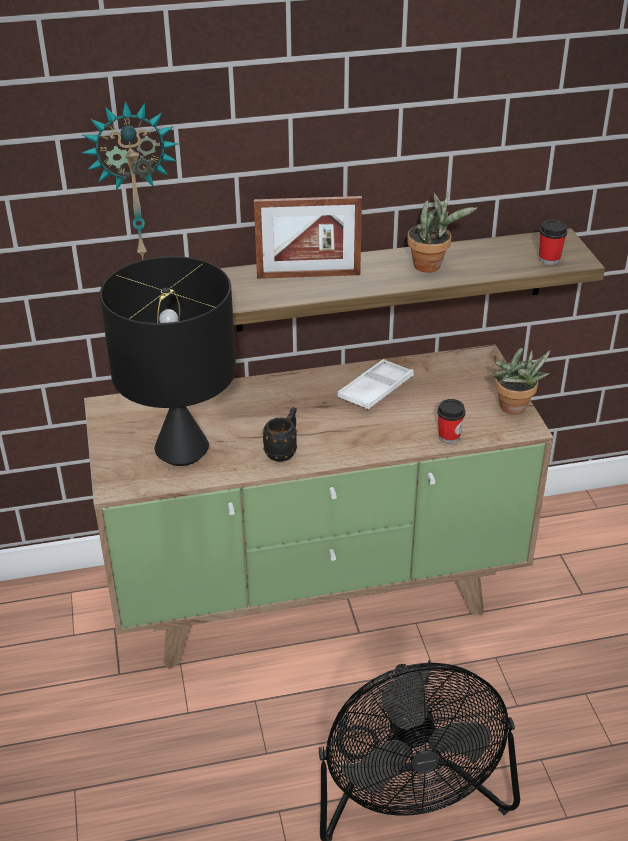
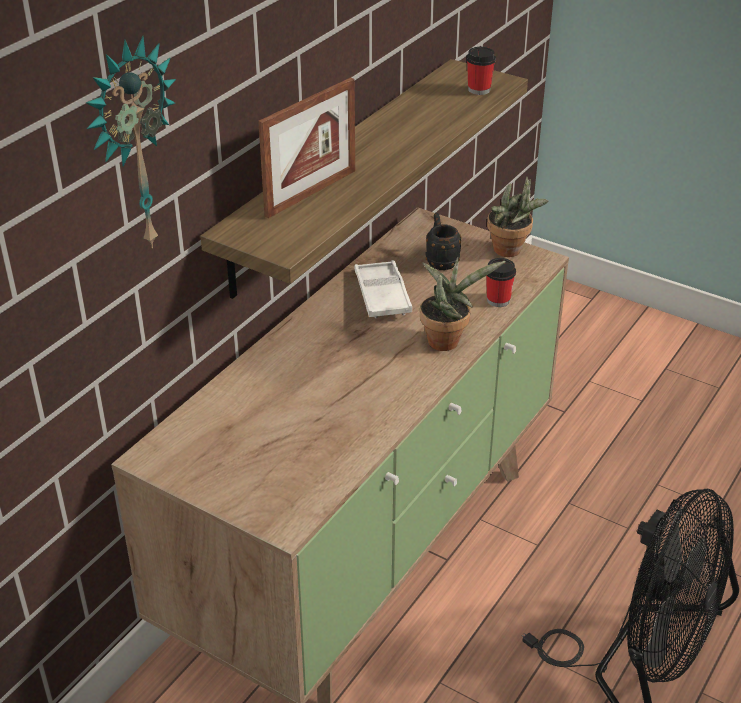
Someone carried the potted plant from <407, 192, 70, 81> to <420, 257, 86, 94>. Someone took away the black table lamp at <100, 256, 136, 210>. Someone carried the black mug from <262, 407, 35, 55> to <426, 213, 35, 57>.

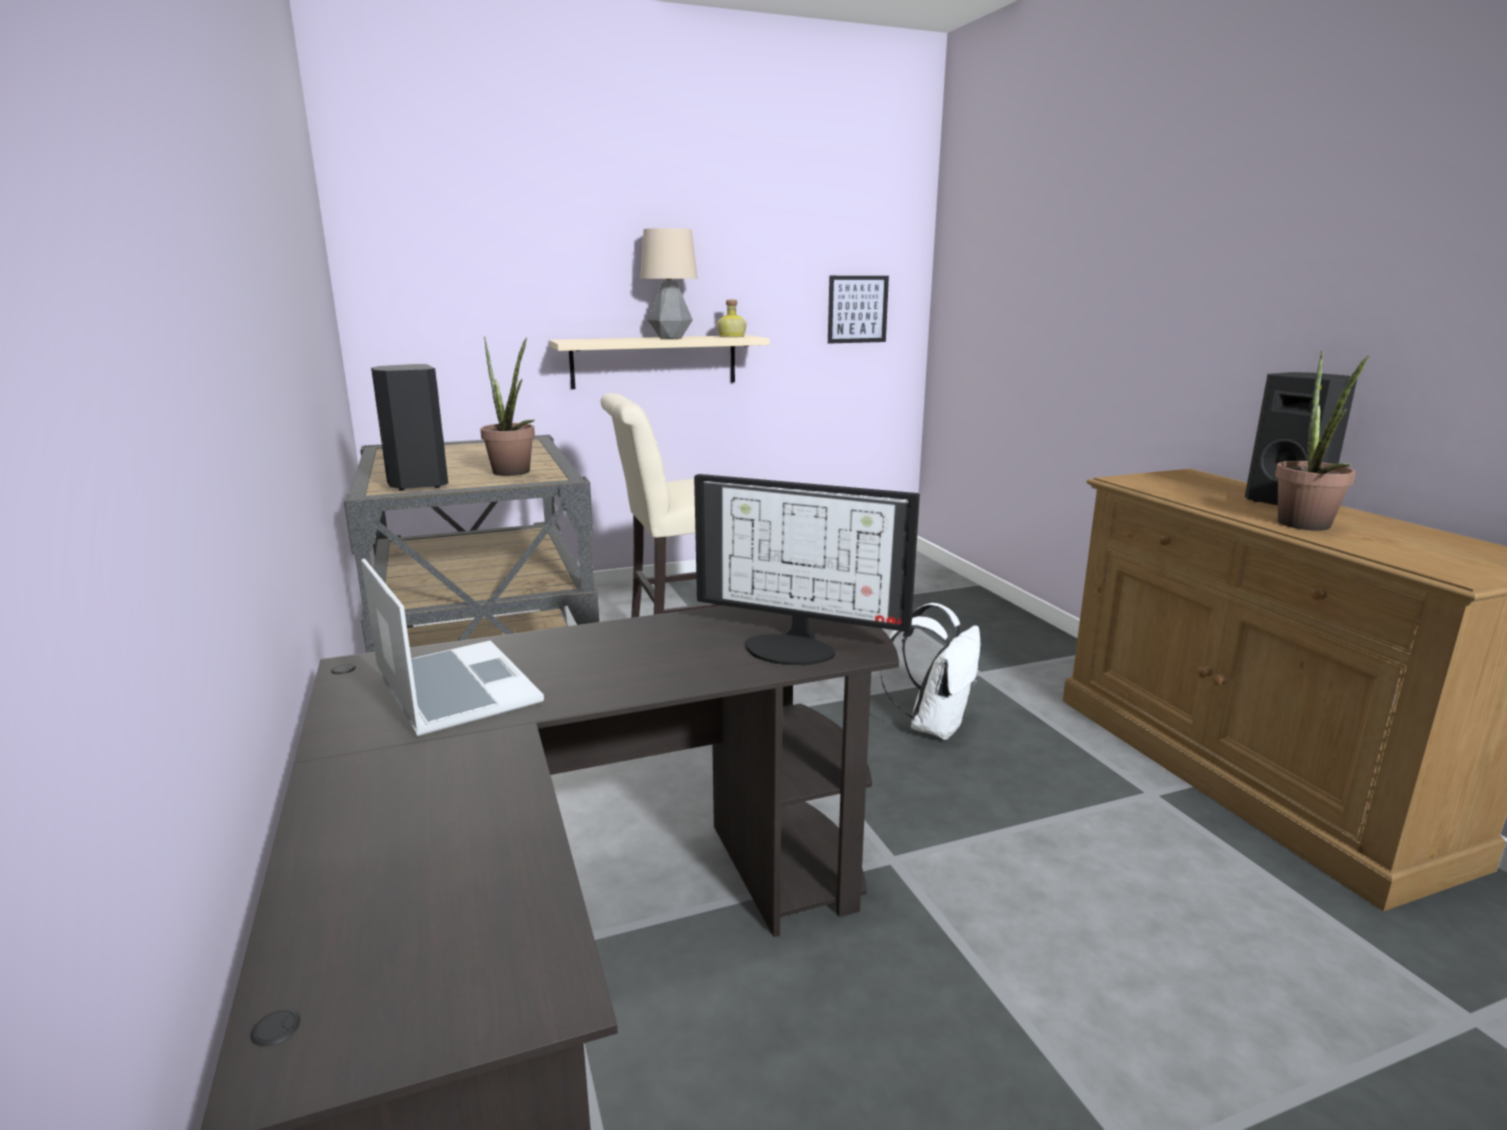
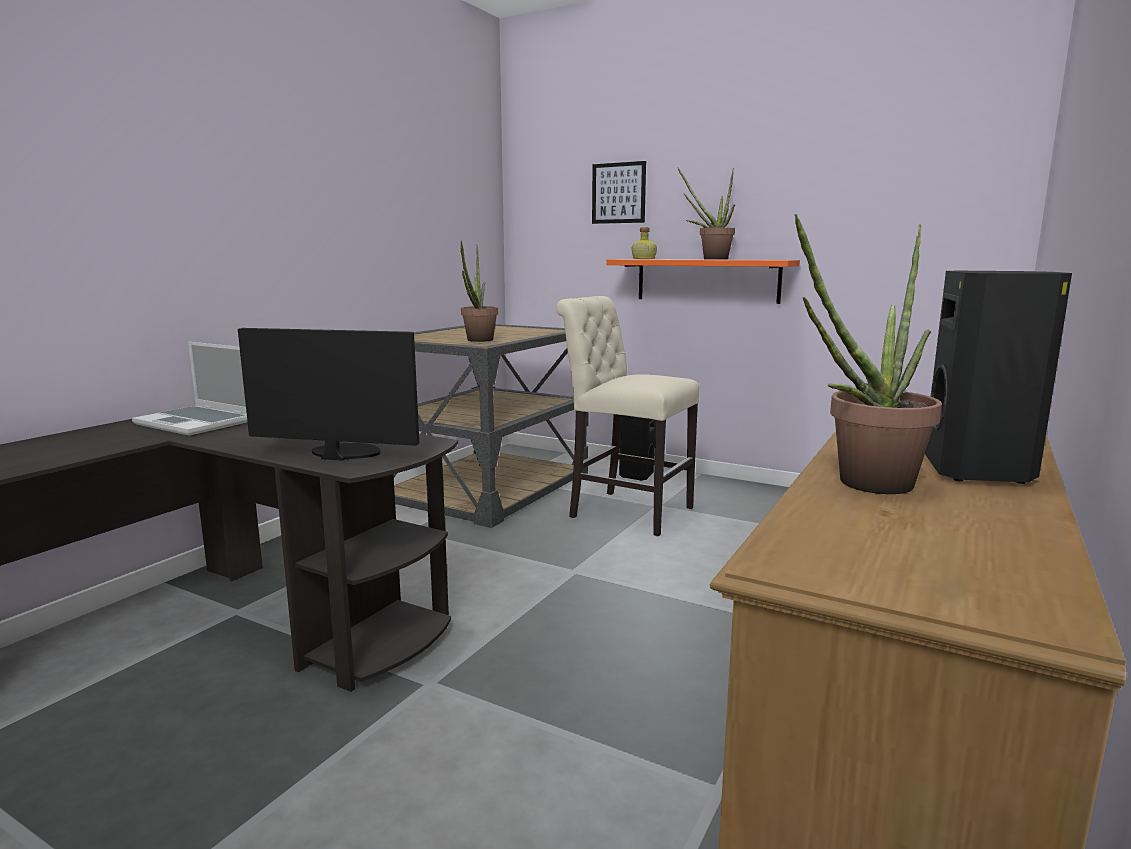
Someone swapped the table lamp at <640, 228, 58, 111> for the potted plant at <677, 167, 58, 93>. Someone carried the picture from <828, 276, 61, 68> to <592, 161, 54, 63>. Someone carried the bottle from <717, 300, 29, 37> to <632, 227, 25, 32>. Someone repainted the beige shelf at <549, 335, 221, 54>, which became the orange shelf at <606, 259, 194, 45>. Someone carried the black speaker from <371, 364, 77, 126> to <619, 415, 36, 66>. Someone rotated the monitor at <694, 474, 226, 192> by 120 degrees clockwise. Someone rotated the laptop at <361, 559, 183, 178> by 105 degrees clockwise. Someone took away the white backpack at <880, 603, 100, 137>.

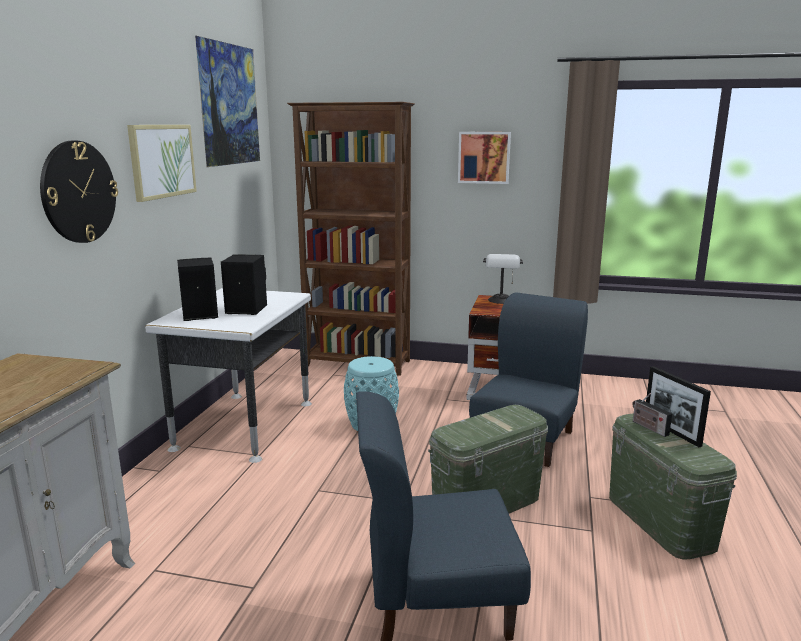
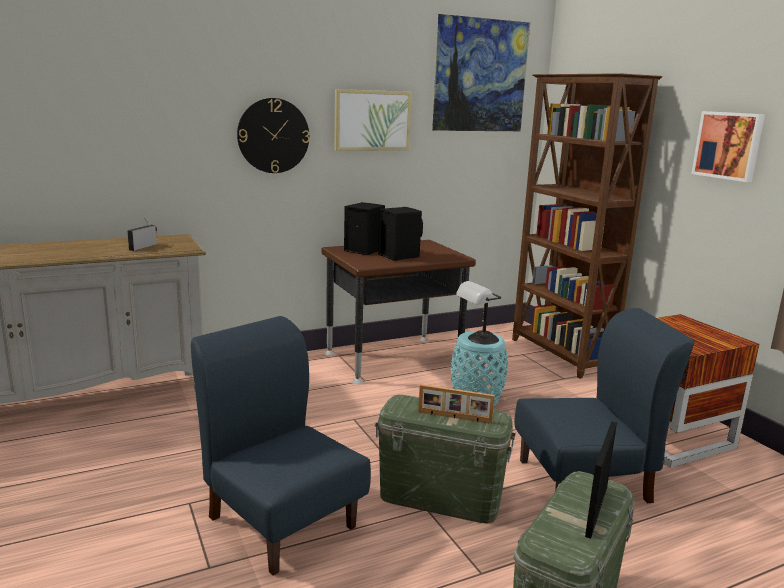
Someone carried the table lamp from <483, 254, 40, 50> to <456, 281, 45, 63>. Someone repainted the white desk at <145, 288, 167, 175>, which became the brown desk at <322, 240, 154, 144>. Someone carried the radio from <632, 393, 40, 44> to <128, 216, 29, 35>. Someone put down the picture frame at <418, 384, 77, 40>.

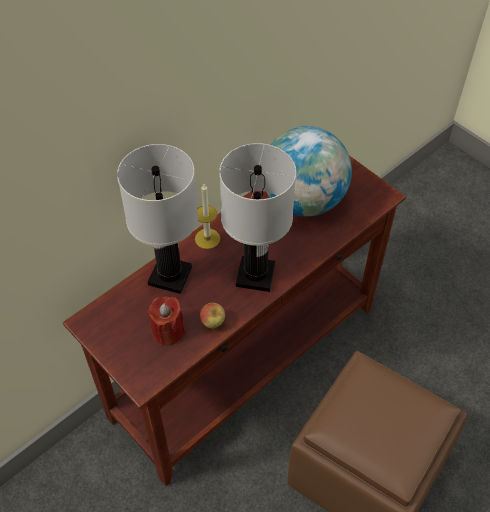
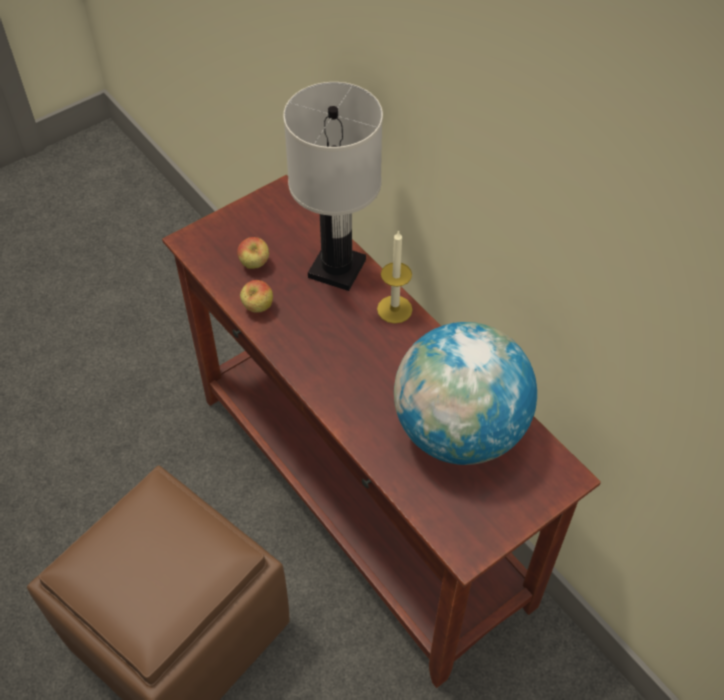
Someone took away the white table lamp at <219, 143, 77, 149>. Someone swapped the red candle at <147, 297, 39, 49> for the apple at <237, 237, 32, 32>.

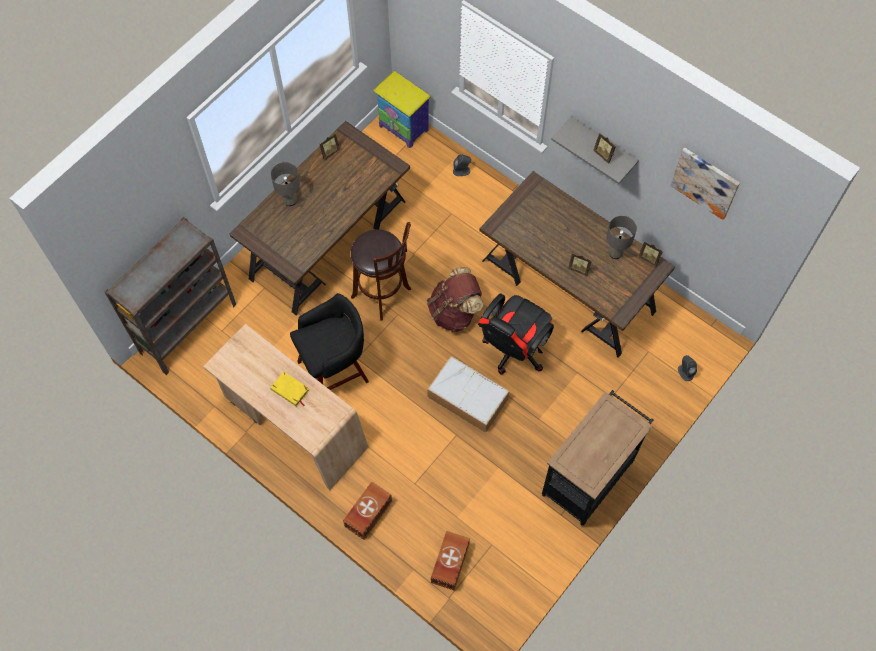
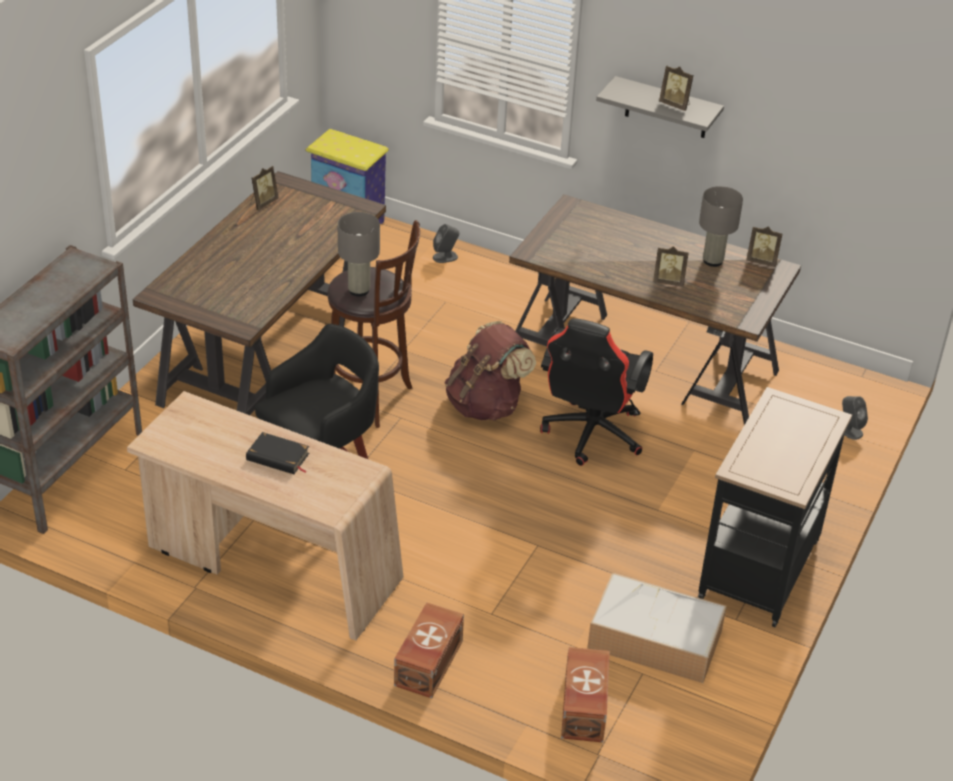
Someone took away the picture at <670, 148, 70, 72>. Someone carried the grey table lamp from <271, 162, 29, 44> to <338, 212, 42, 84>. Someone carried the storage box from <427, 356, 83, 77> to <587, 573, 140, 110>. Someone repainted the yellow book at <270, 371, 40, 36>, which became the black book at <246, 432, 63, 42>.

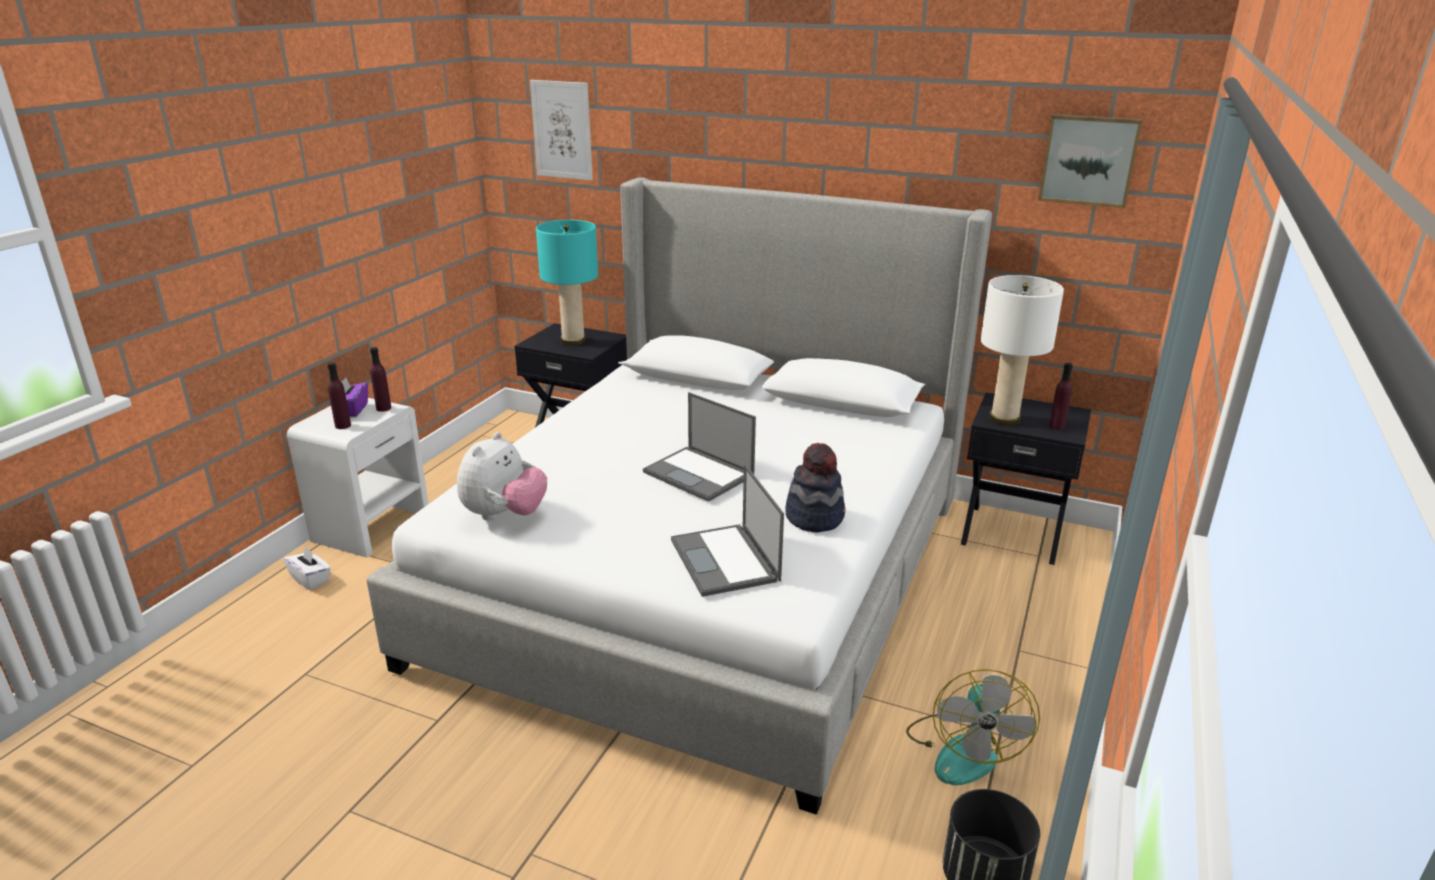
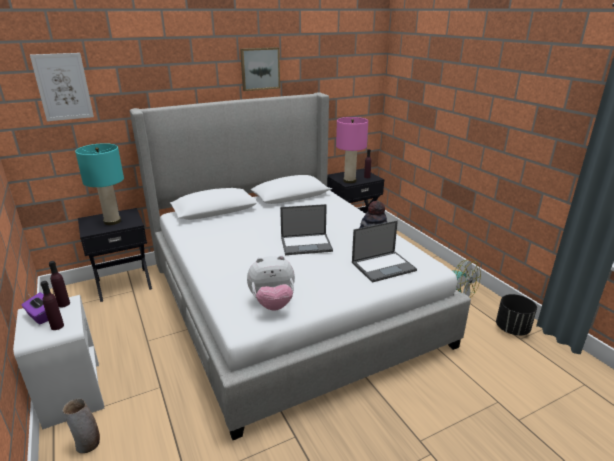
Someone carried the picture from <1038, 114, 105, 94> to <240, 47, 40, 44>. Someone repainted the white table lamp at <981, 275, 83, 151>, which became the pink table lamp at <336, 117, 32, 66>. Someone rotated the plush toy at <457, 432, 90, 89> by 105 degrees clockwise. Someone rotated the laptop at <671, 464, 113, 133> by 45 degrees counterclockwise. Someone swapped the white tissue box at <284, 547, 47, 43> for the vase at <63, 399, 37, 54>.

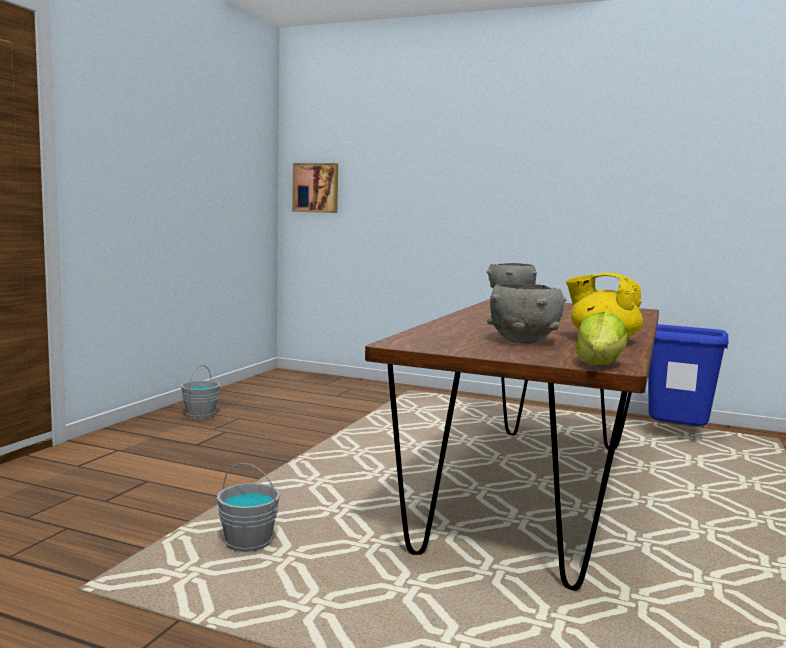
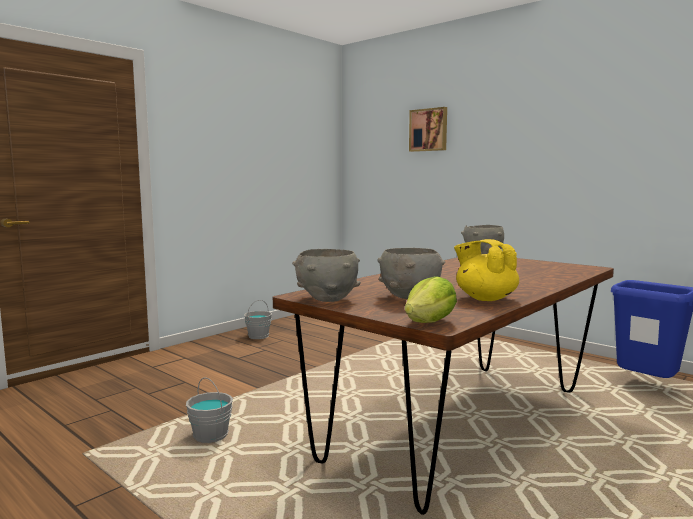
Someone carried the picture from <292, 163, 46, 50> to <409, 107, 38, 45>. Someone put down the grey bowl at <292, 249, 69, 53>.

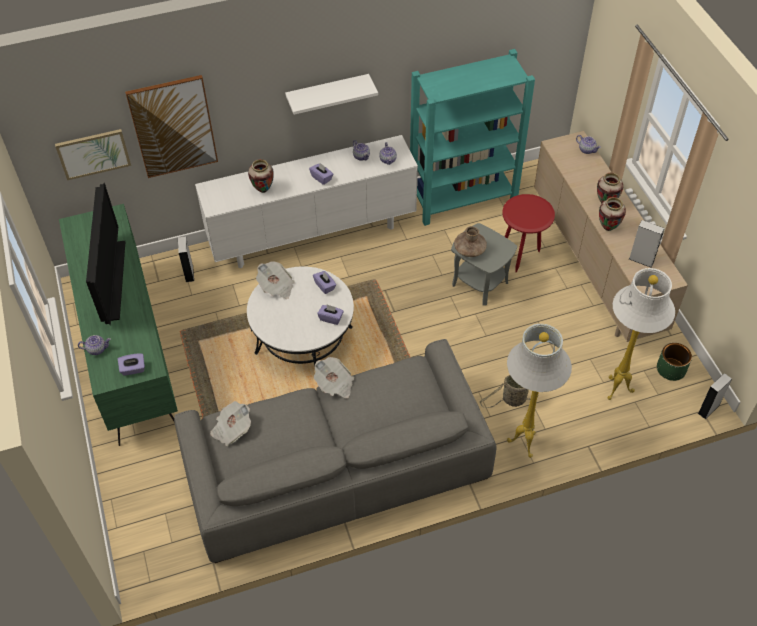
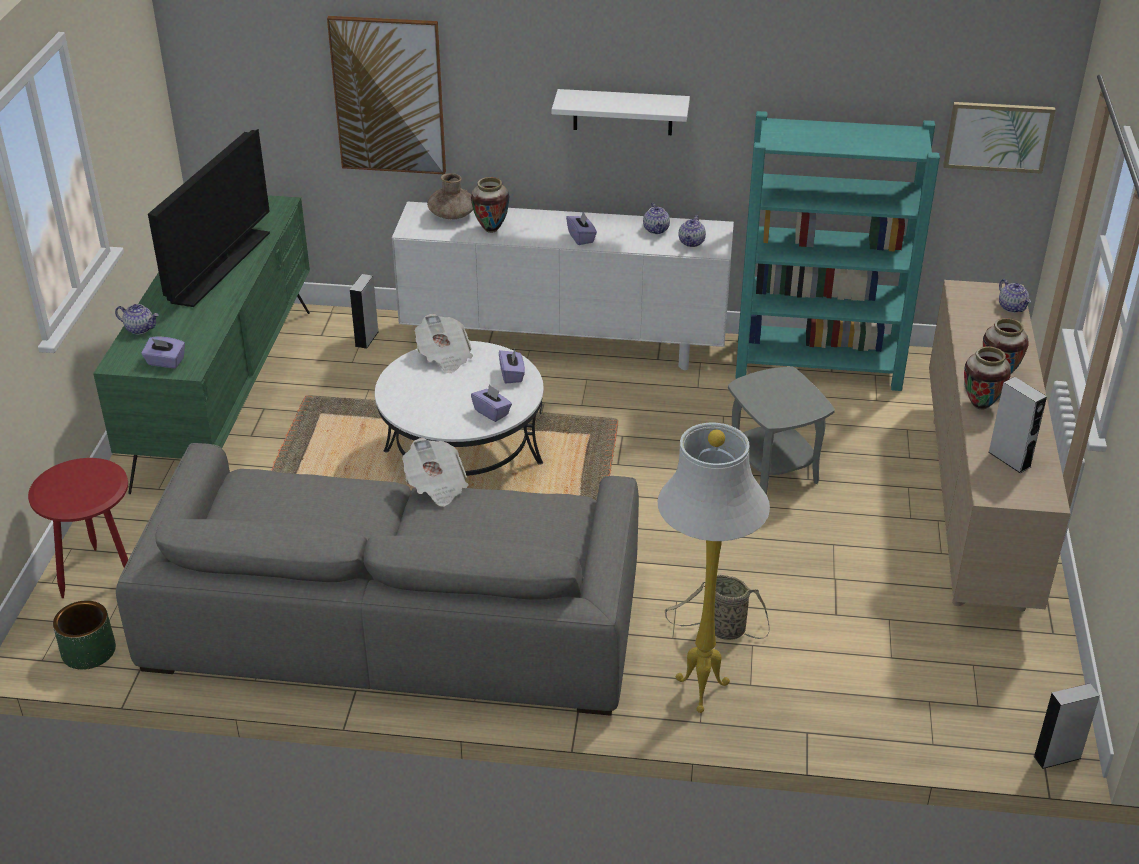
Someone carried the picture from <55, 129, 76, 51> to <943, 102, 112, 72>. Someone carried the red side table from <502, 194, 53, 79> to <28, 458, 100, 140>. Someone carried the brown vase from <454, 226, 33, 31> to <427, 173, 46, 46>. Someone took away the white floor lamp at <607, 268, 68, 132>. Someone carried the green planter from <657, 343, 35, 38> to <53, 601, 63, 69>. Someone took away the newspaper at <210, 401, 41, 45>.

